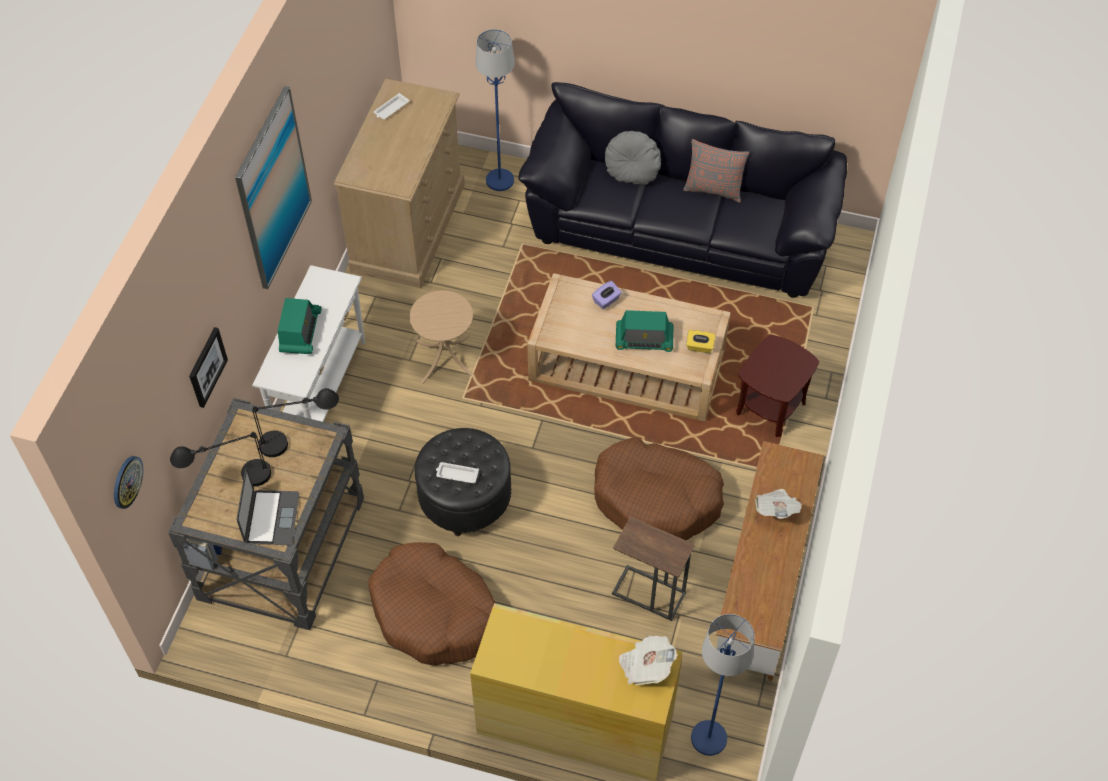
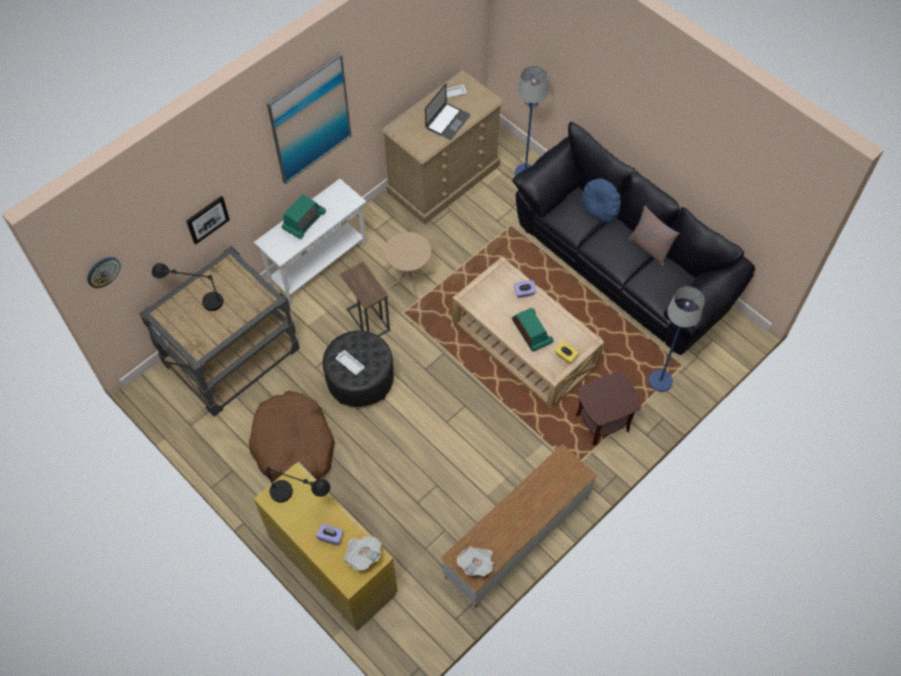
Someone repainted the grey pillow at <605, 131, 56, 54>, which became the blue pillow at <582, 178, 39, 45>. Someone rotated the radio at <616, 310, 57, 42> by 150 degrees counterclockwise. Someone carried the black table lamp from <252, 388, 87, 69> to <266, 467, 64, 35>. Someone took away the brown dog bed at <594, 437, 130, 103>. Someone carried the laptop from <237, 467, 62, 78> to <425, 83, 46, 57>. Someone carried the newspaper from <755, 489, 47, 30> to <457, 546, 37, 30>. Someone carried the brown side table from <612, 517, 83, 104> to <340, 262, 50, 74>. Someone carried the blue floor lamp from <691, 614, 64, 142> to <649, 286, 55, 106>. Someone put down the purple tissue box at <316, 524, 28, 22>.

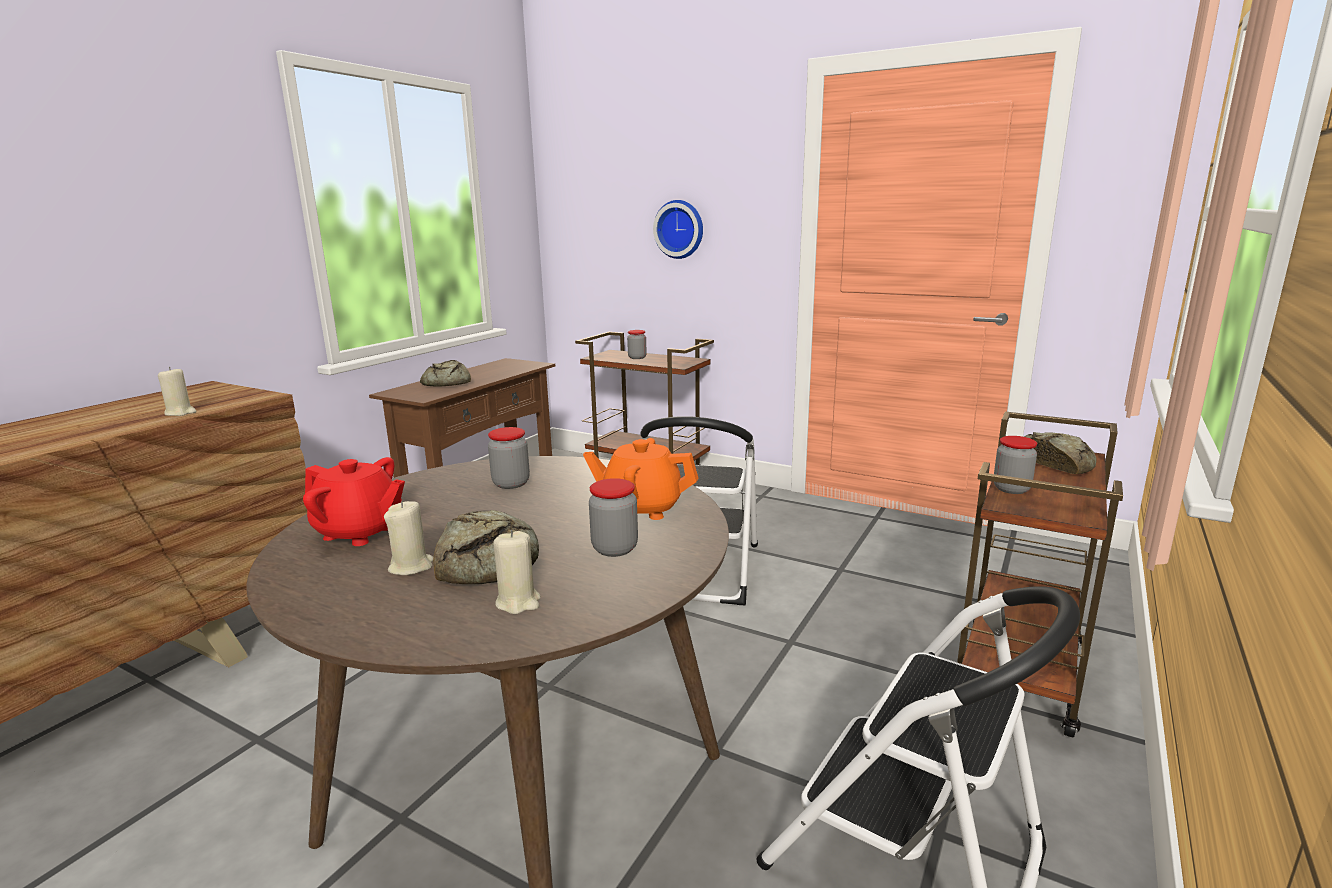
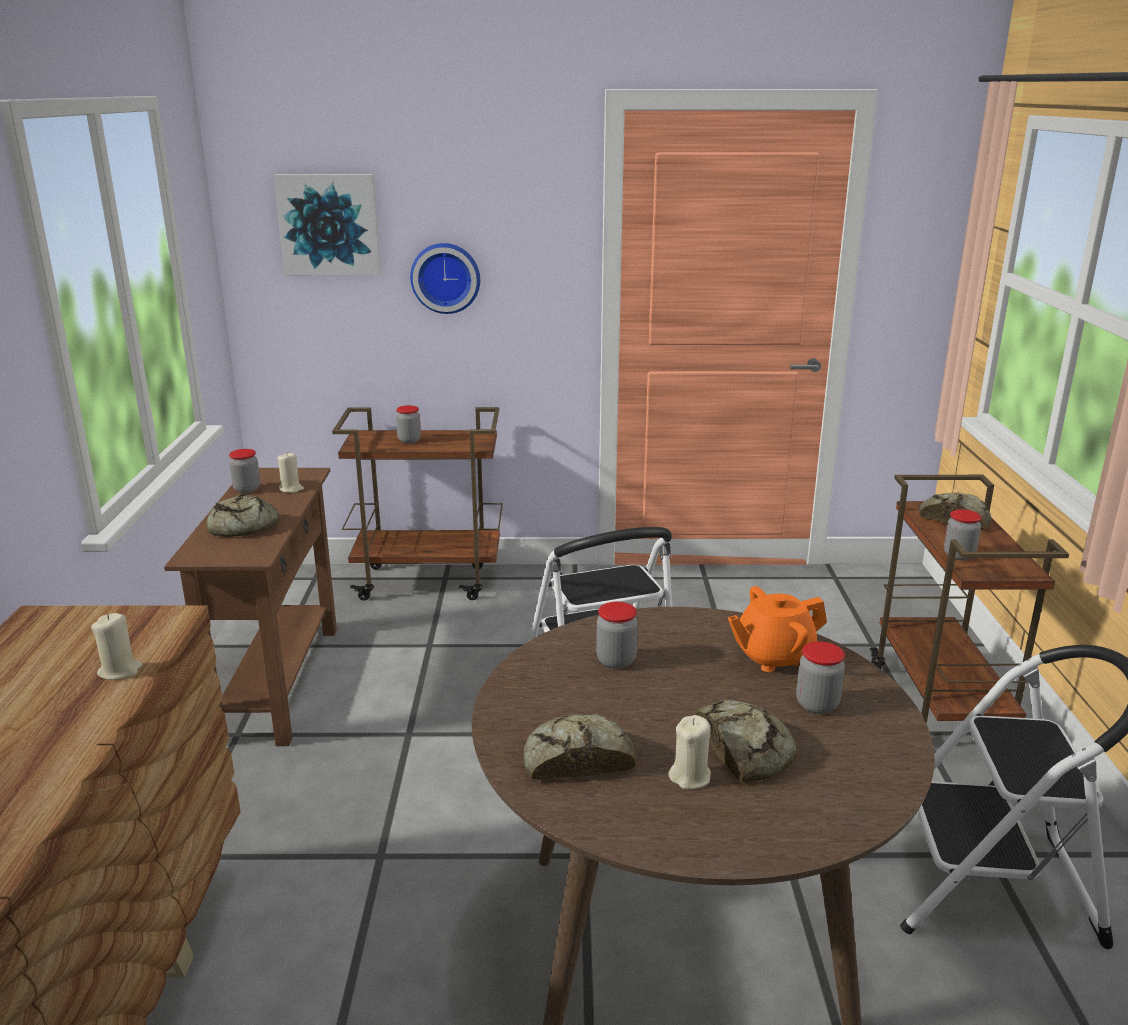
Someone swapped the red teapot at <303, 457, 102, 89> for the bread at <523, 714, 113, 66>. Someone carried the beige candle from <493, 530, 47, 84> to <278, 452, 26, 41>. Someone put up the picture at <274, 174, 107, 101>. Someone put down the jar at <229, 449, 31, 44>.

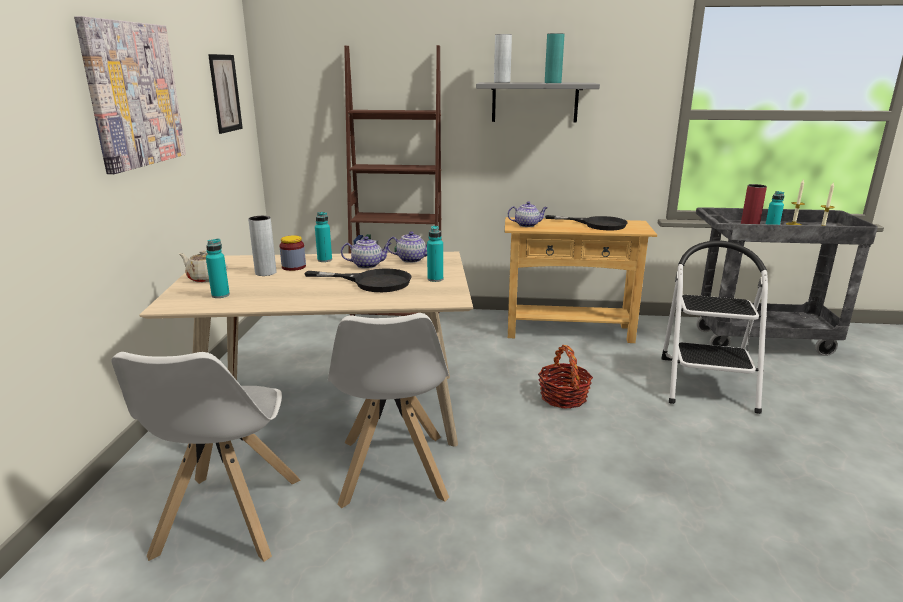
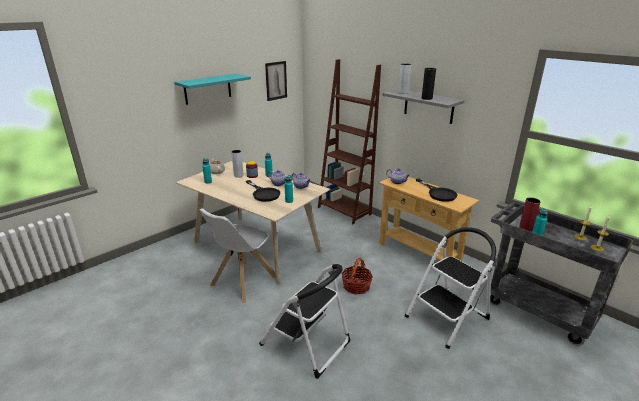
Someone swapped the picture at <74, 16, 112, 158> for the turquoise shelf at <174, 73, 77, 32>. Someone repainted the turquoise vase at <545, 33, 20, 50>, which became the black vase at <422, 68, 14, 32>. Someone took away the chair at <111, 352, 189, 210>. Someone put down the step ladder at <259, 264, 91, 115>.

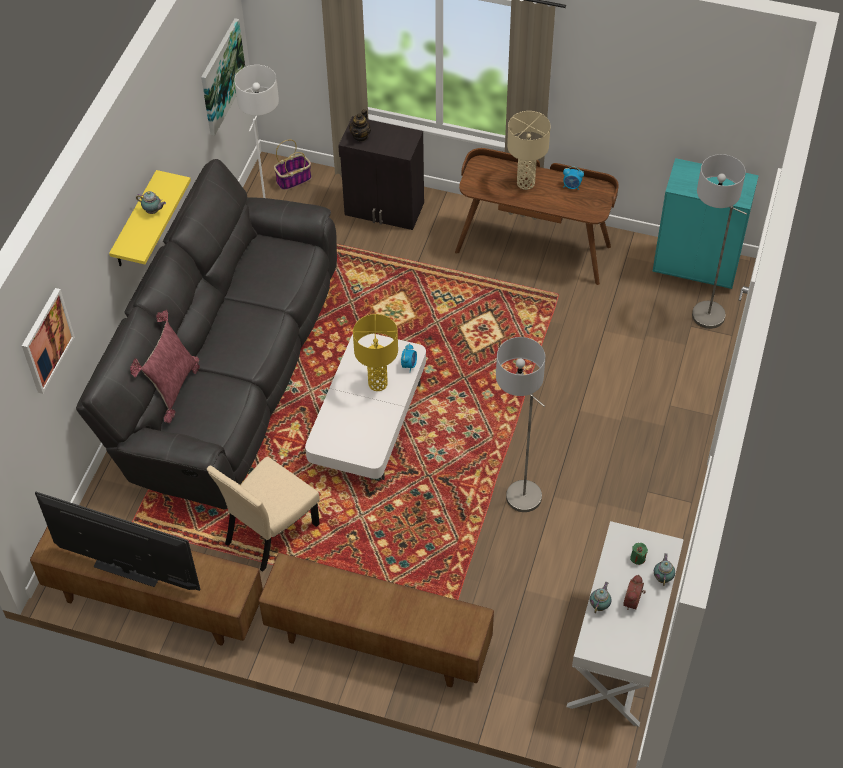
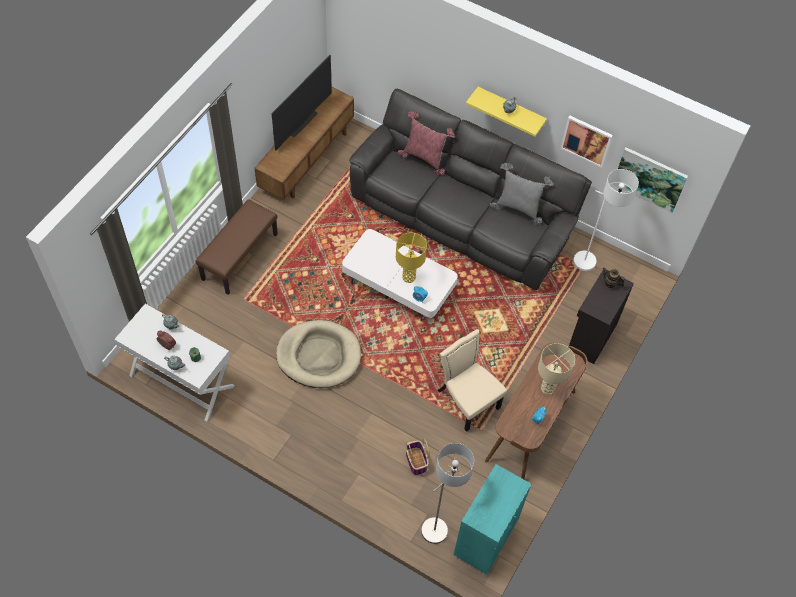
Someone carried the basket from <274, 139, 38, 51> to <406, 438, 23, 38>. Someone carried the picture from <22, 288, 53, 106> to <560, 115, 53, 53>. Someone swapped the grey floor lamp at <496, 337, 49, 175> for the beige dog bed at <276, 320, 85, 68>. Someone carried the beige chair from <207, 456, 113, 116> to <437, 329, 70, 103>. Someone swapped the brown tv stand at <259, 553, 235, 134> for the brown bench at <196, 199, 82, 95>. Someone put down the grey pillow at <489, 163, 64, 62>.

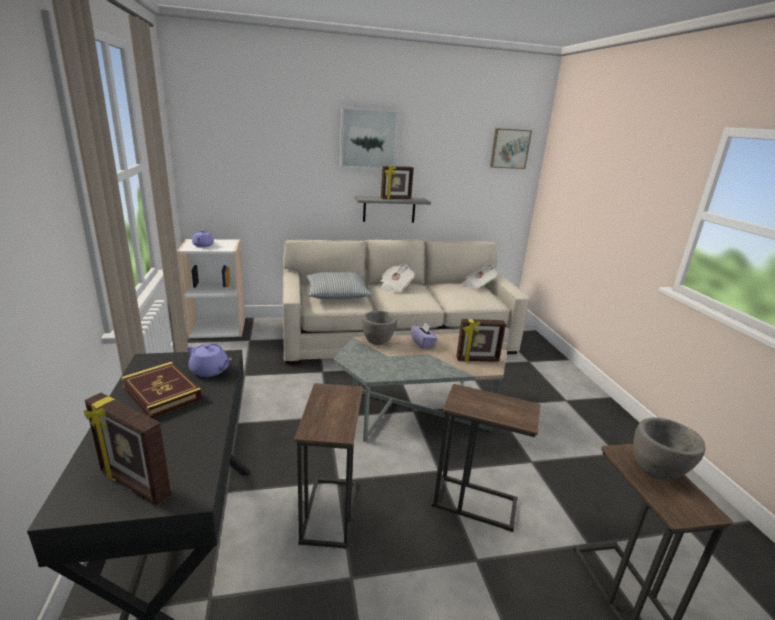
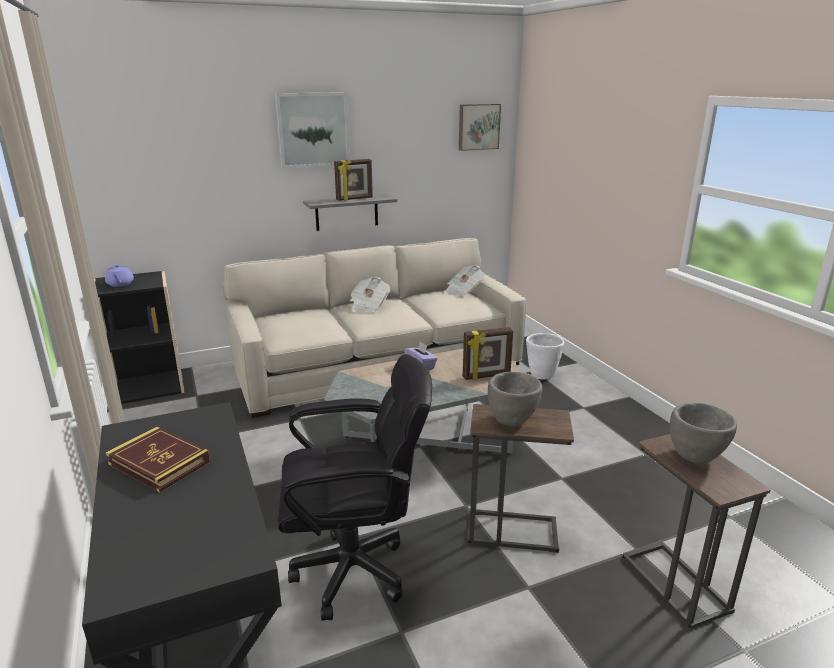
Someone repainted the white bookcase at <177, 239, 68, 100>, which became the black bookcase at <94, 271, 91, 133>. Someone took away the pillow at <306, 272, 66, 27>. Someone carried the grey bowl from <362, 311, 35, 34> to <488, 372, 55, 54>. Someone took away the purple teapot at <187, 343, 44, 34>. Someone swapped the brown side table at <294, 383, 69, 166> for the black office chair at <278, 354, 154, 267>. Someone took away the picture frame at <84, 393, 87, 112>. Someone put down the white planter at <526, 333, 38, 47>.

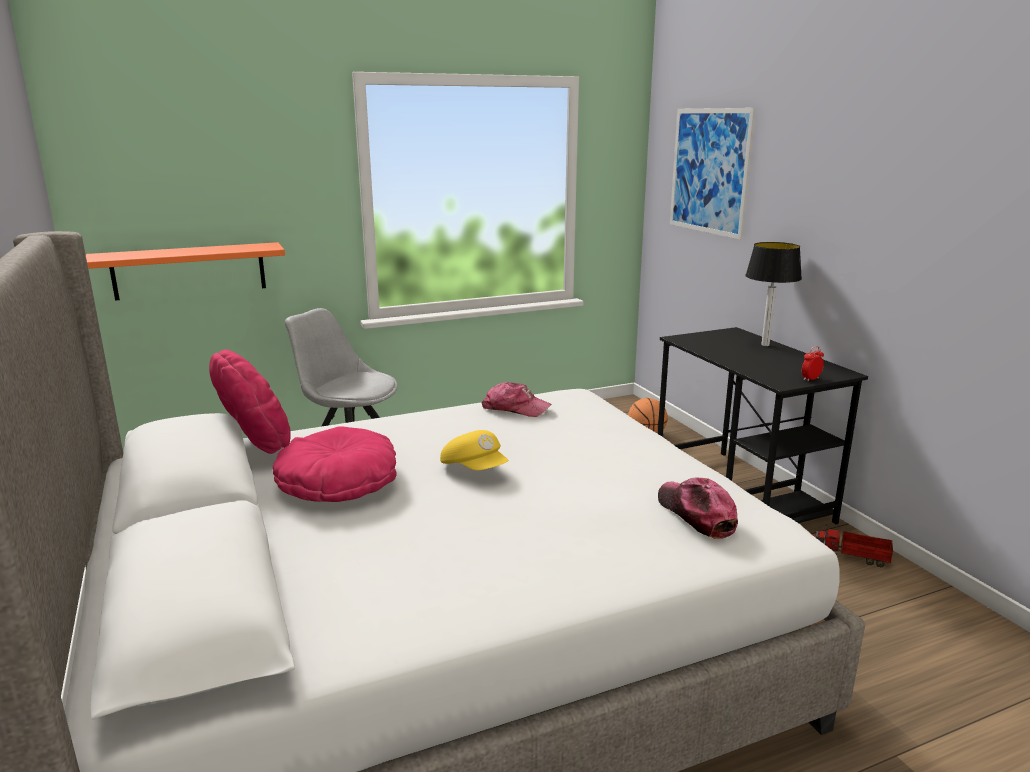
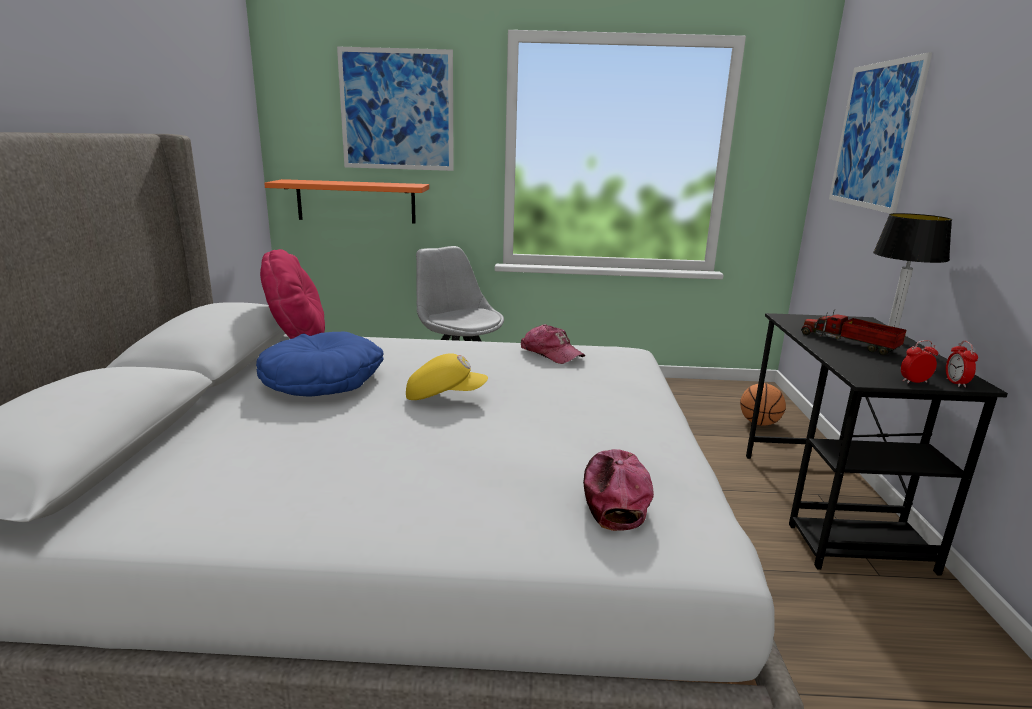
Someone repainted the pink pillow at <273, 426, 124, 76>, which became the blue pillow at <256, 332, 128, 64>. Someone rotated the yellow cap at <440, 430, 69, 40> by 75 degrees counterclockwise. Someone carried the toy truck from <812, 525, 81, 42> to <801, 311, 105, 44>. Someone put up the picture at <337, 46, 117, 125>. Someone put down the alarm clock at <946, 341, 32, 46>.

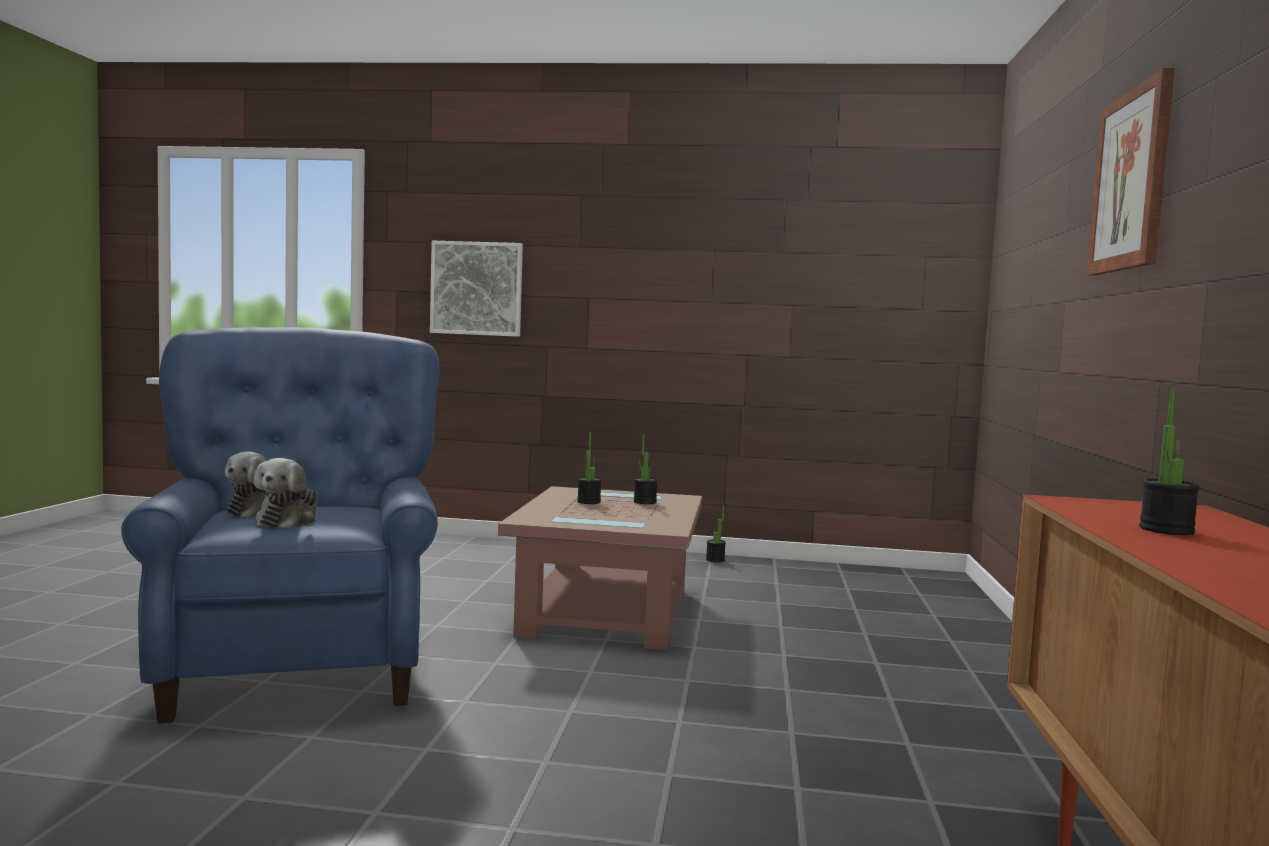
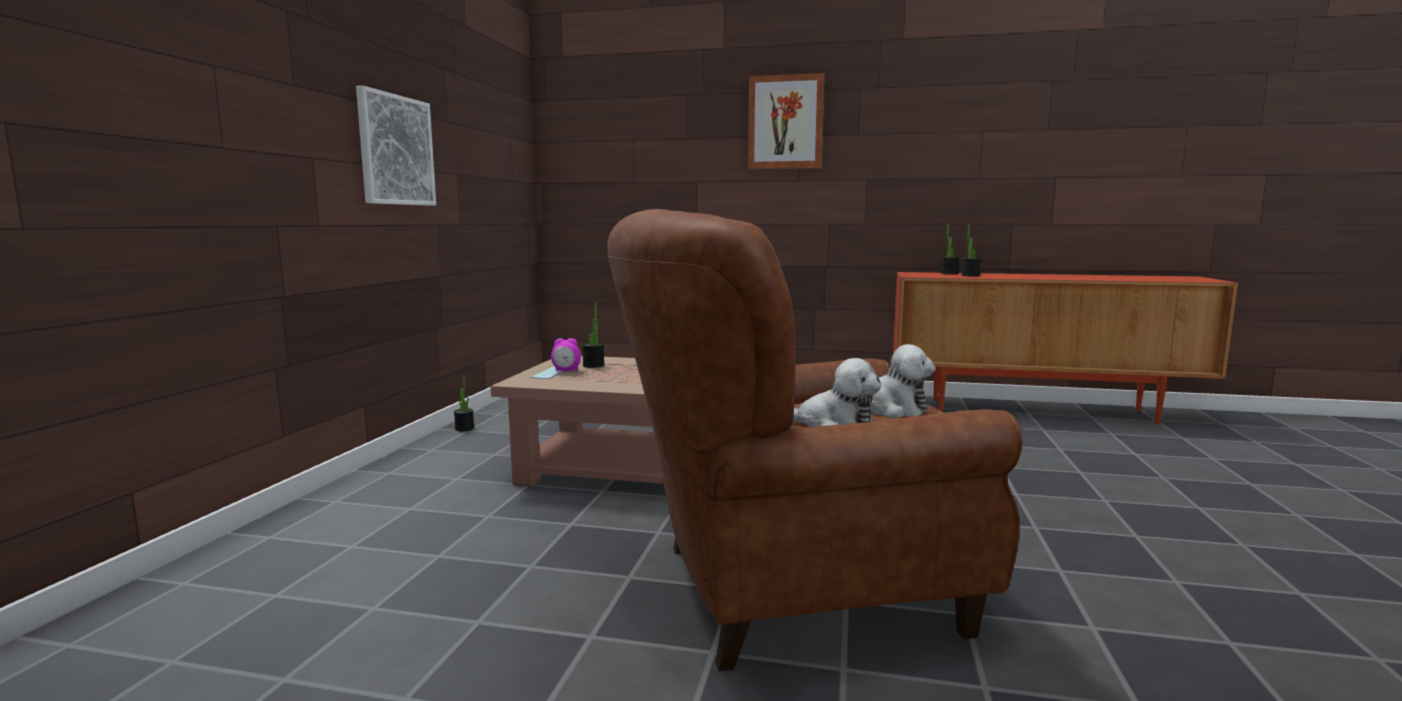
Someone carried the picture from <430, 241, 93, 96> to <356, 86, 80, 120>. Someone repainted the blue armchair at <121, 327, 318, 397>, which became the brown armchair at <607, 209, 415, 462>. Someone carried the potted plant from <577, 432, 25, 72> to <941, 224, 19, 51>. Someone put down the alarm clock at <551, 338, 30, 34>.

